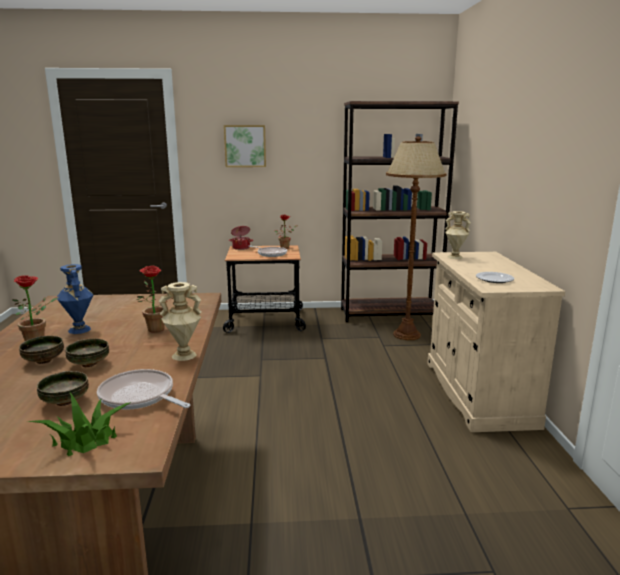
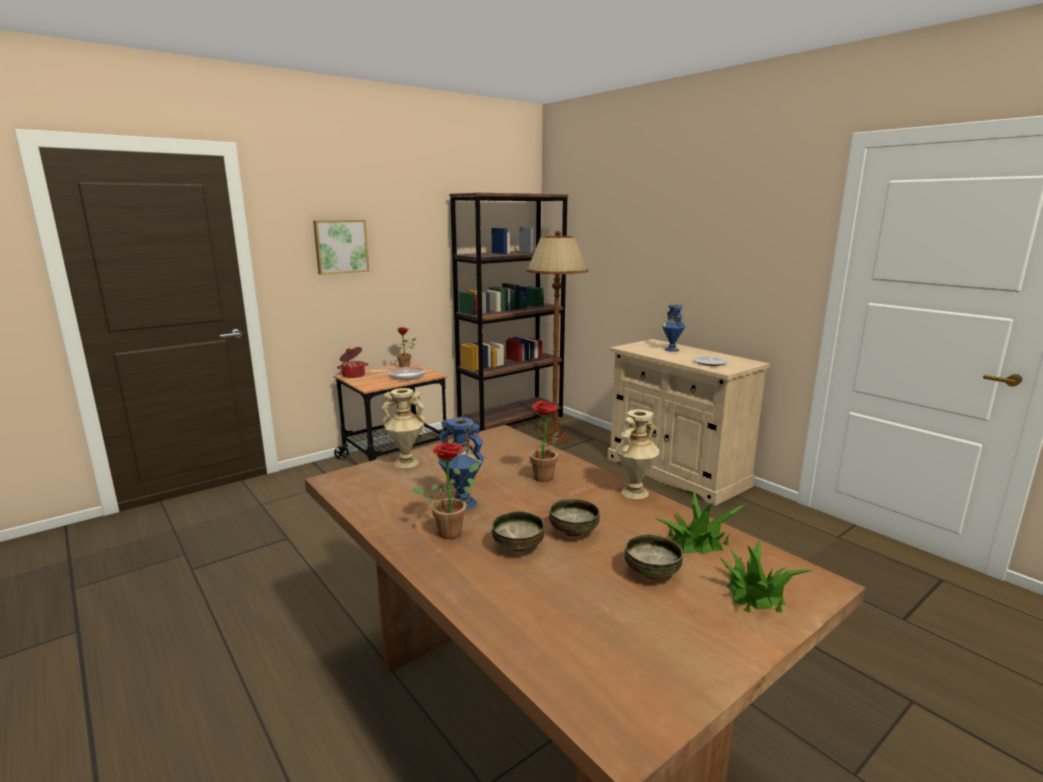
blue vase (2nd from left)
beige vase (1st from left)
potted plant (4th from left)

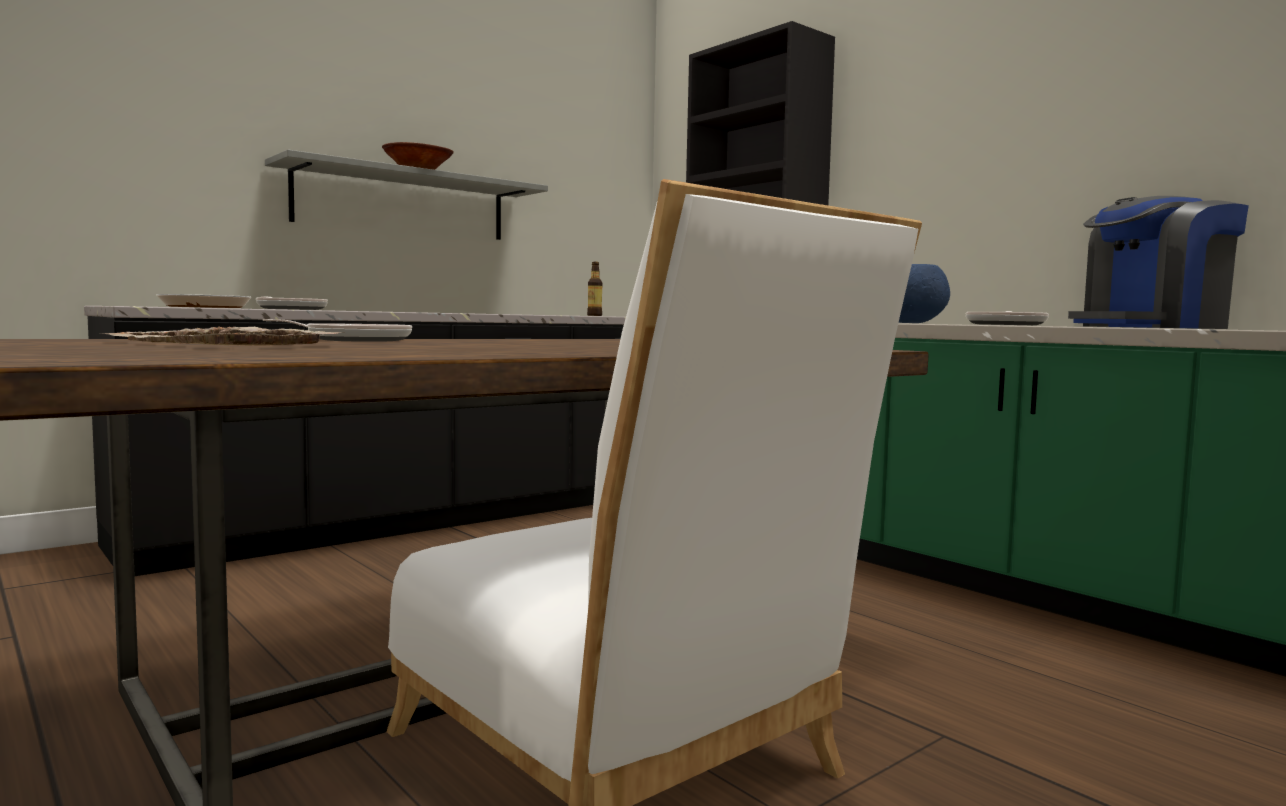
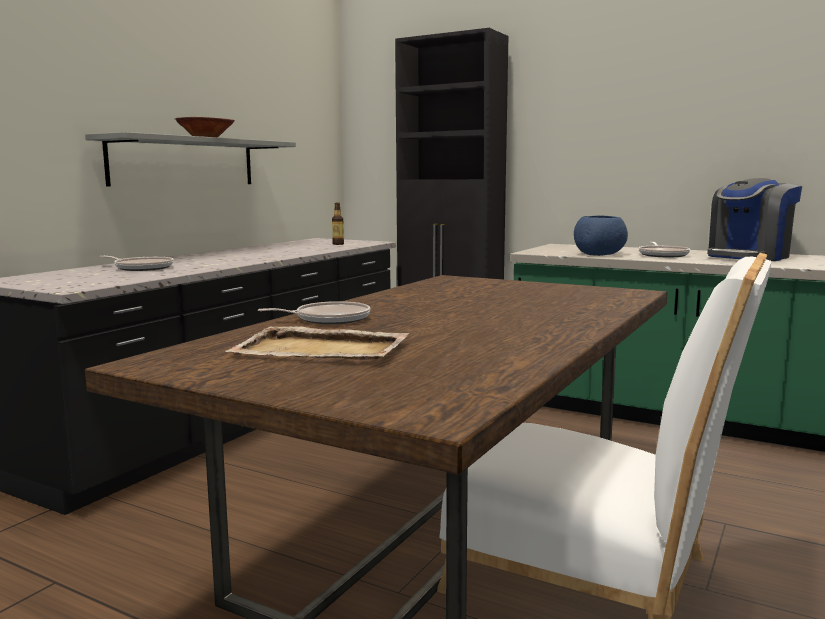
frying pan (1st from left in the first image)

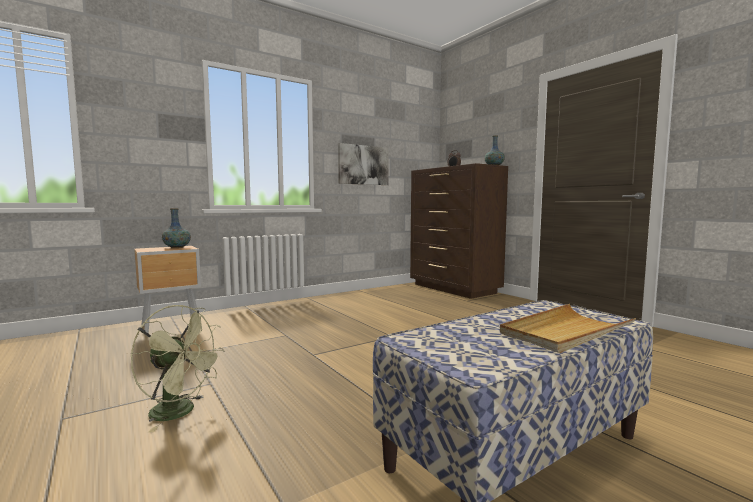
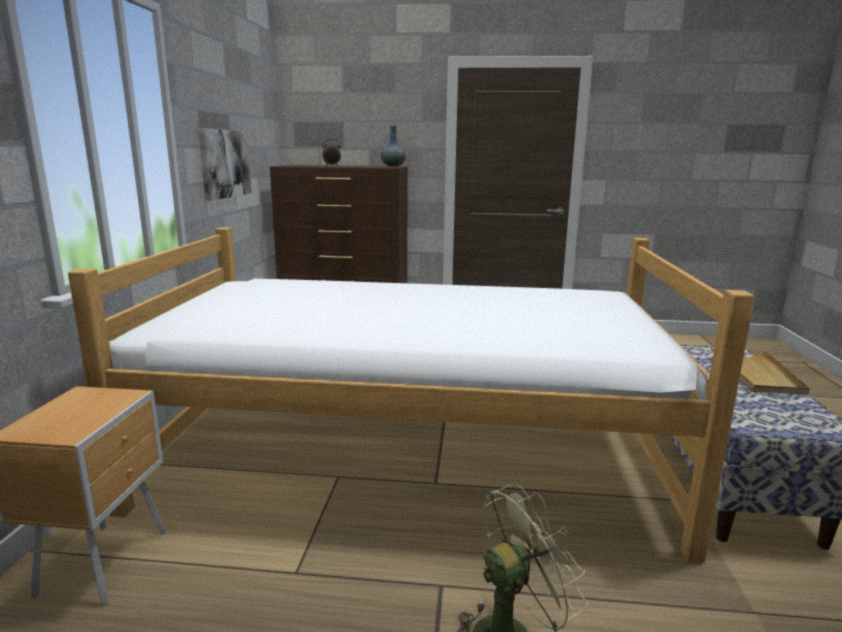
vase (1st from left in the first image)
bed

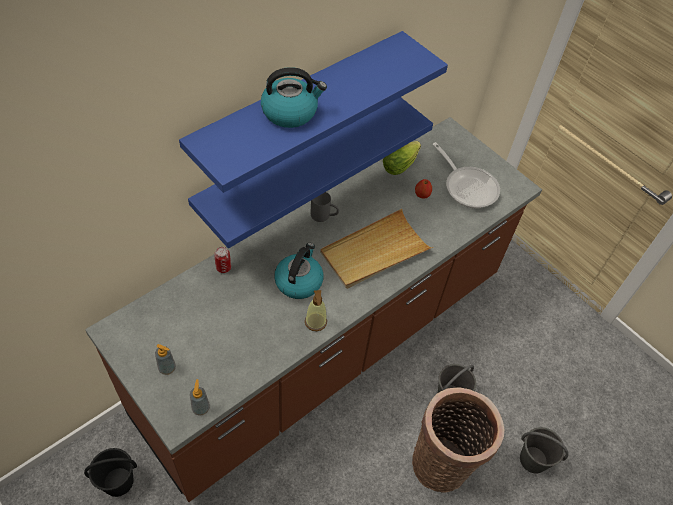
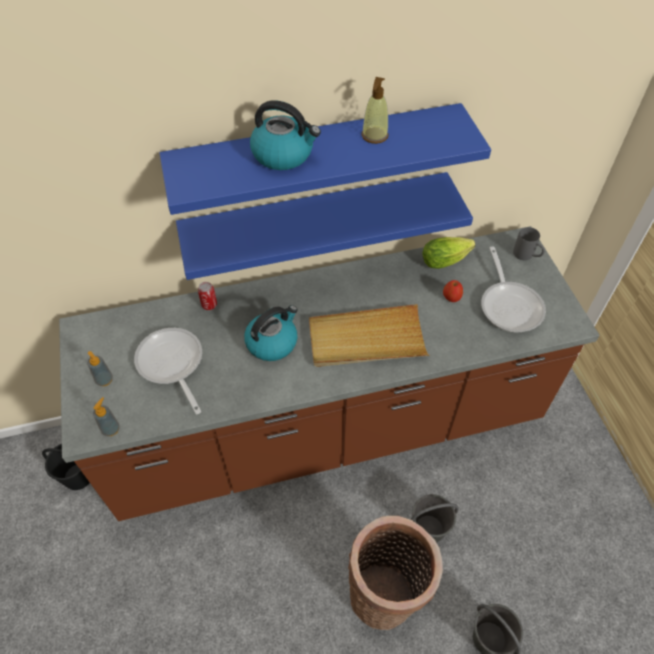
frying pan (1st from left)
soap dispenser (3rd from left)
grey mug

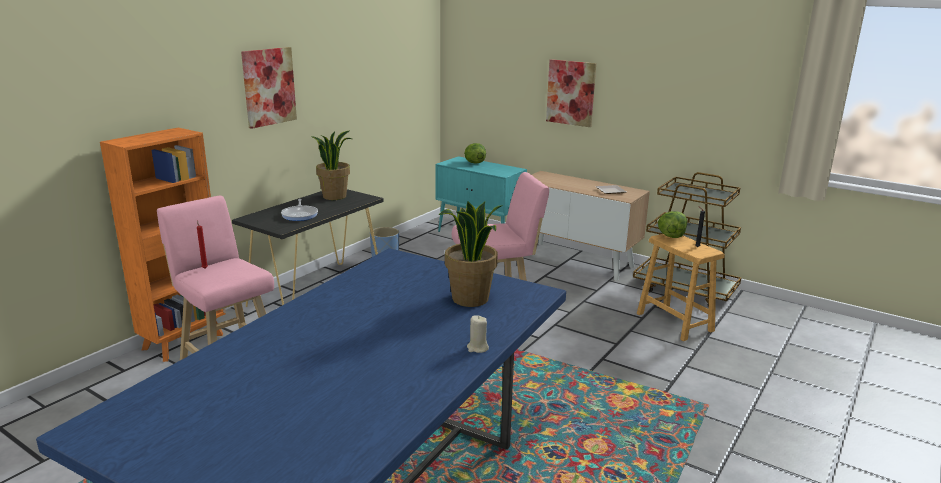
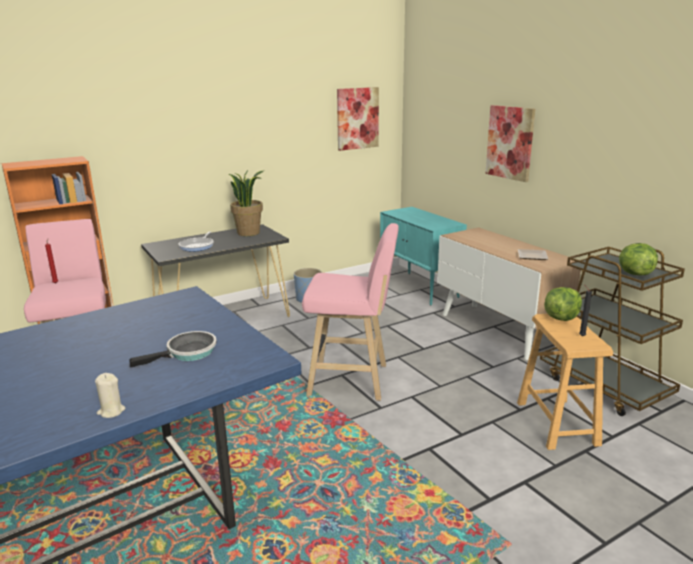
picture (1st from left)
lettuce (2nd from left)
frying pan (1st from left)

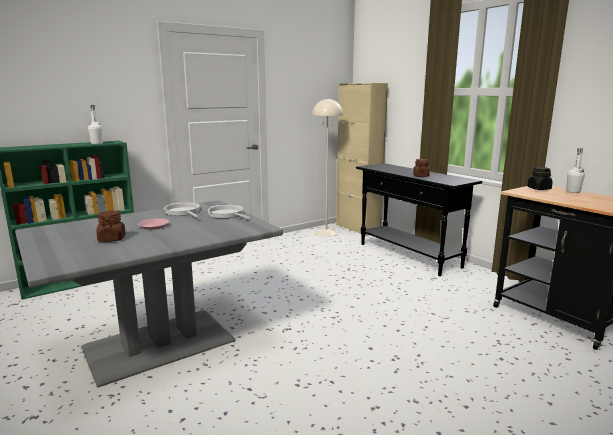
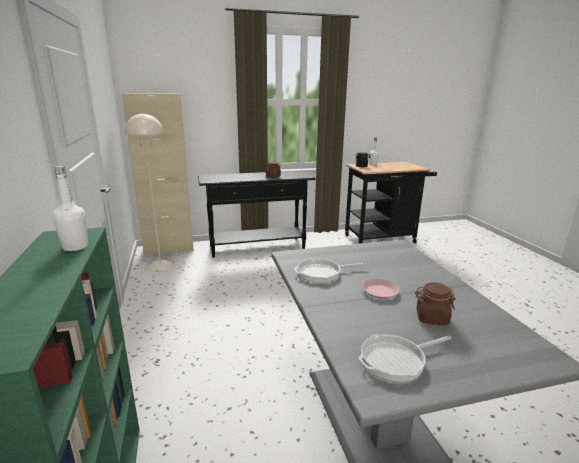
frying pan (2nd from left)

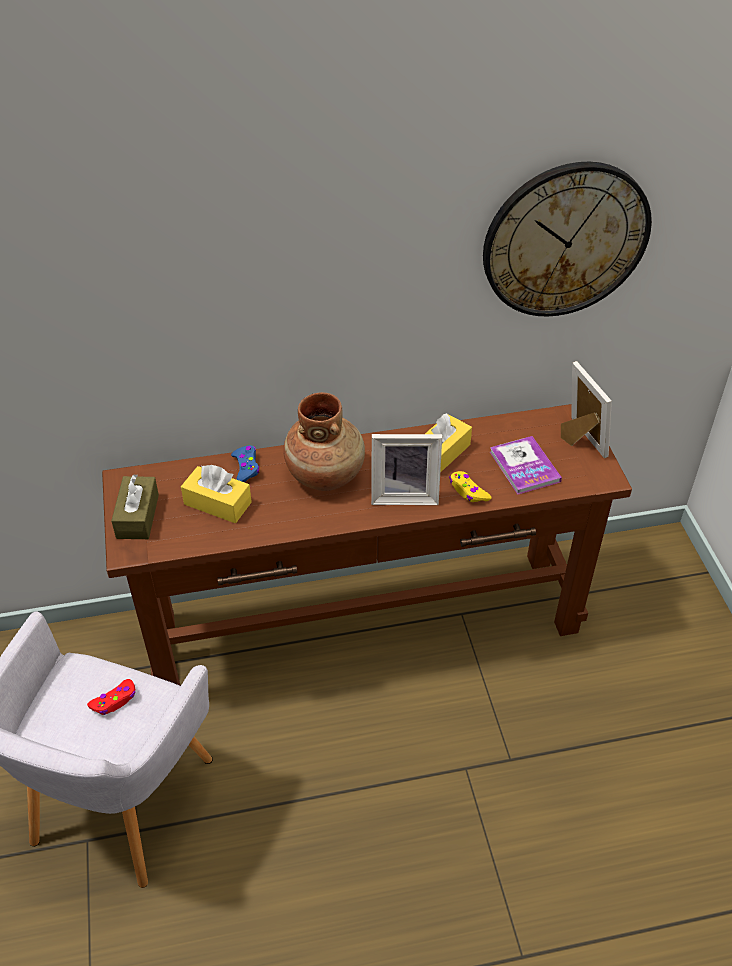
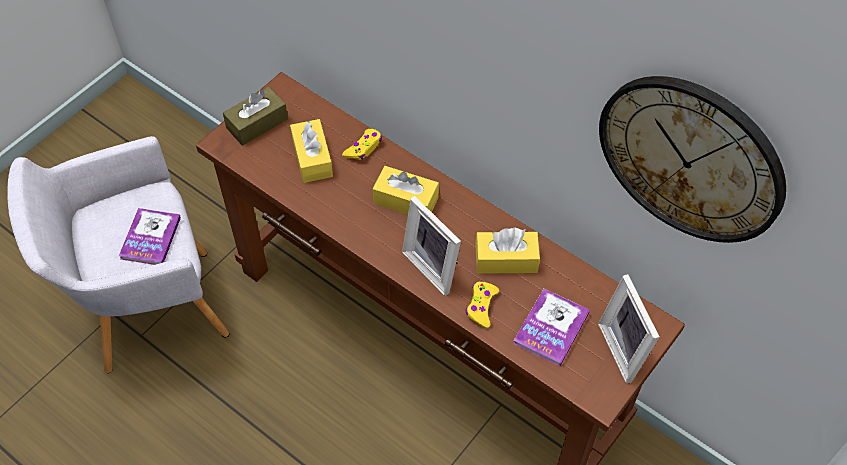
book (1st from left)
yellow tissue box (2nd from left)
yellow game controller (1st from left)
picture frame (2nd from left)

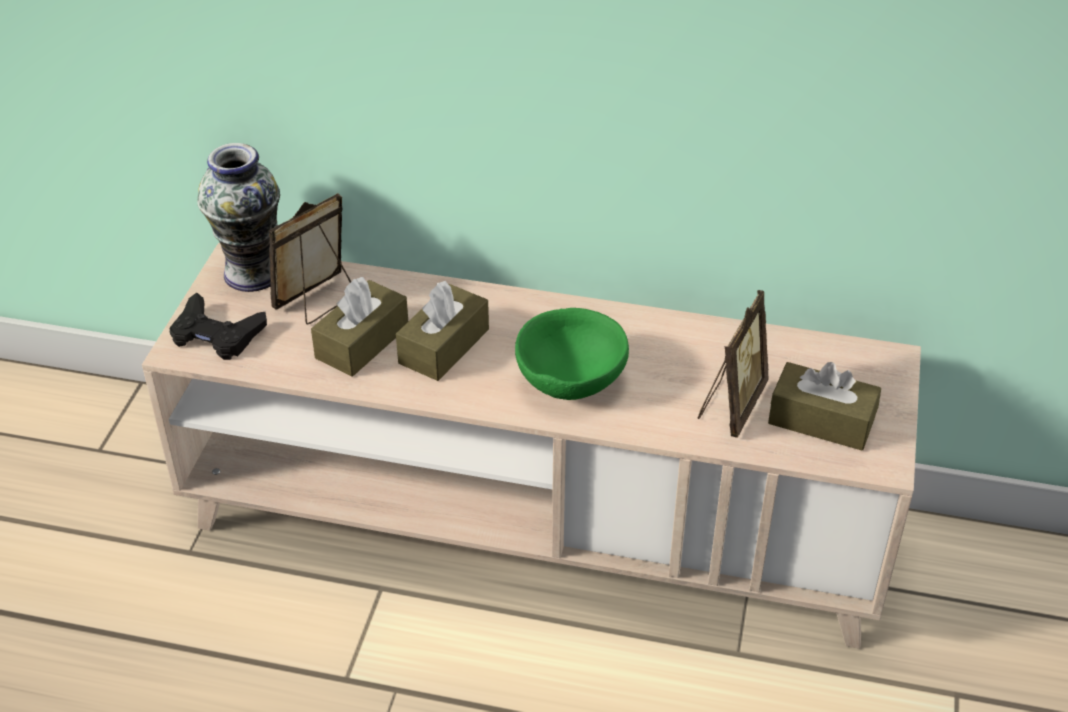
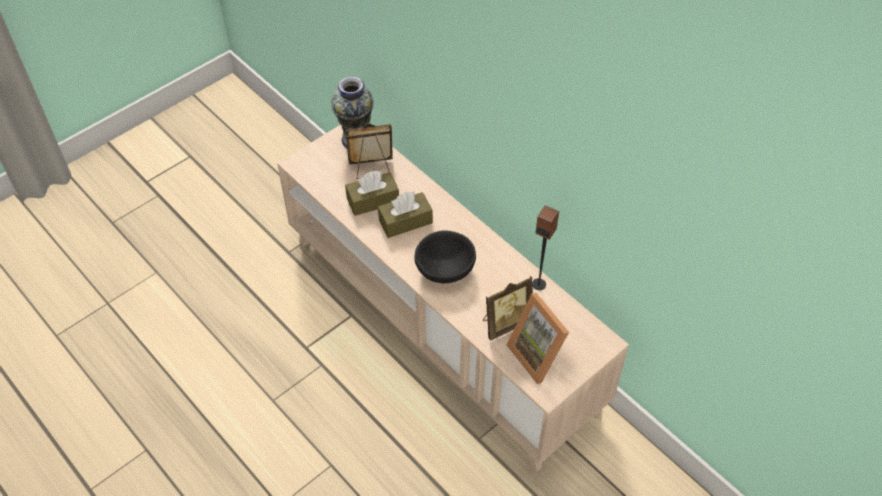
black game controller
speaker
picture frame (3rd from left)
black bowl

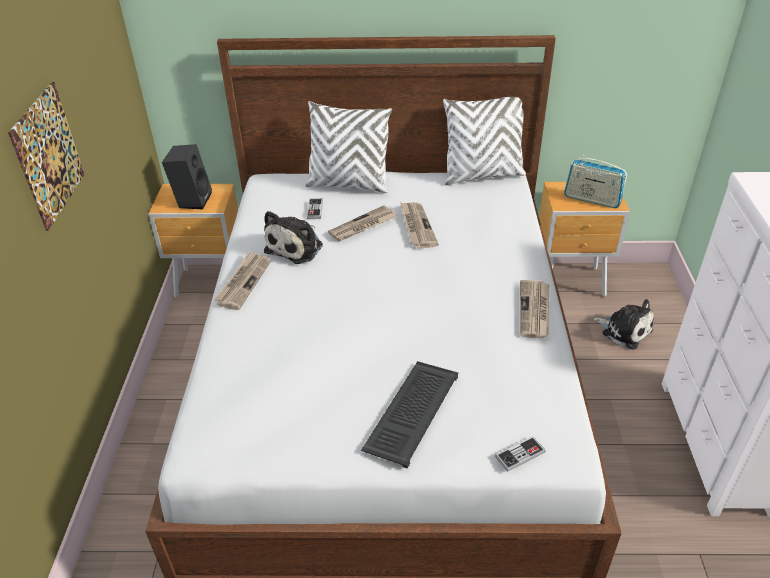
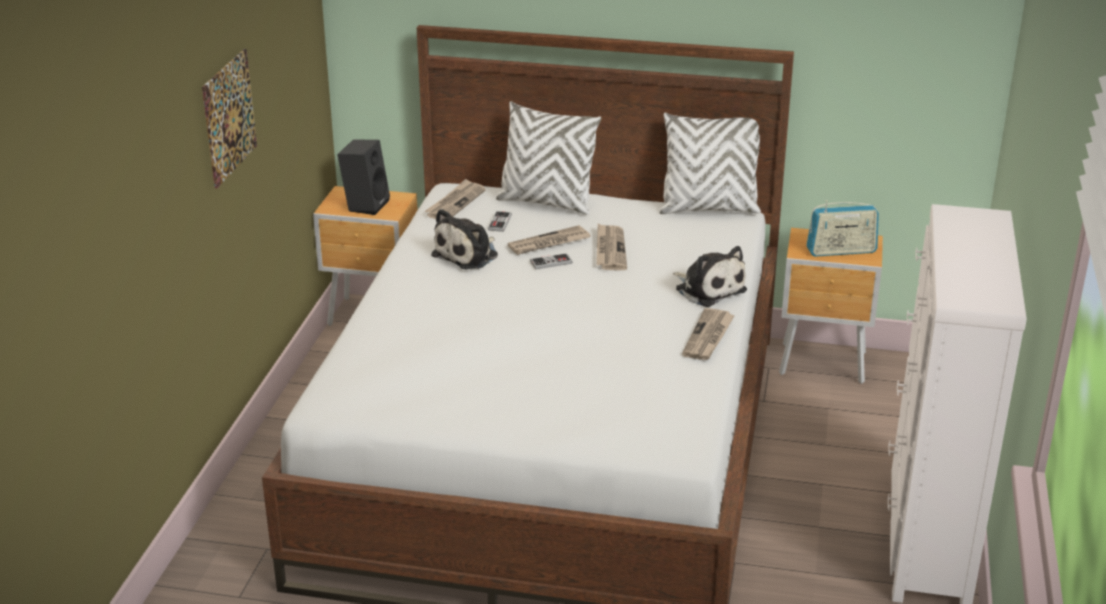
keyboard
newspaper (1st from left)
game controller (2nd from left)
plush toy (2nd from left)
radio

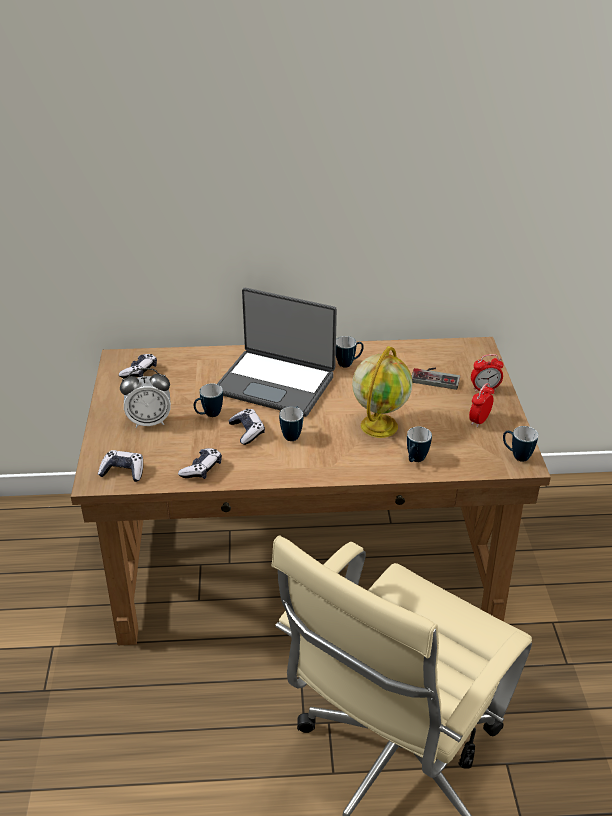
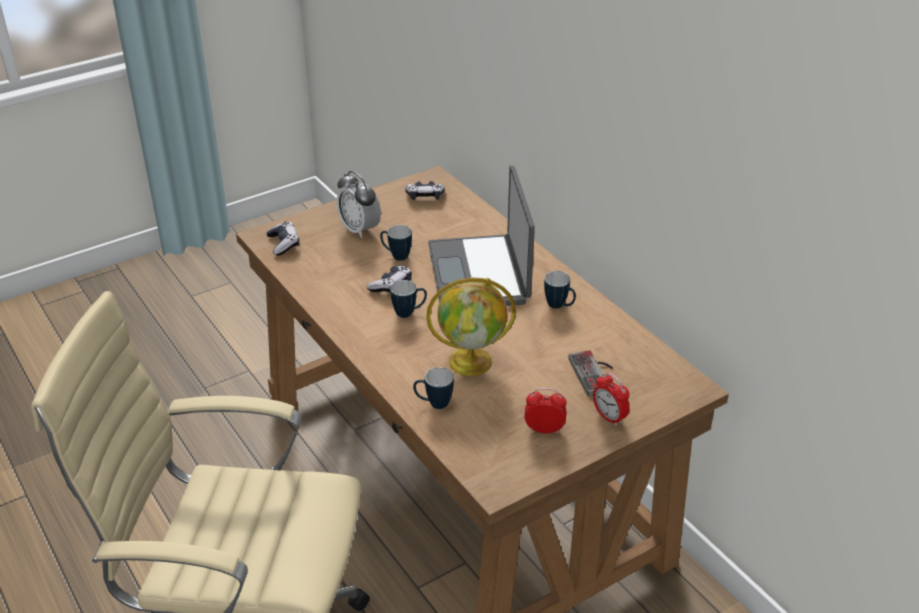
game controller (3rd from left in the first image)
mug (5th from left in the first image)

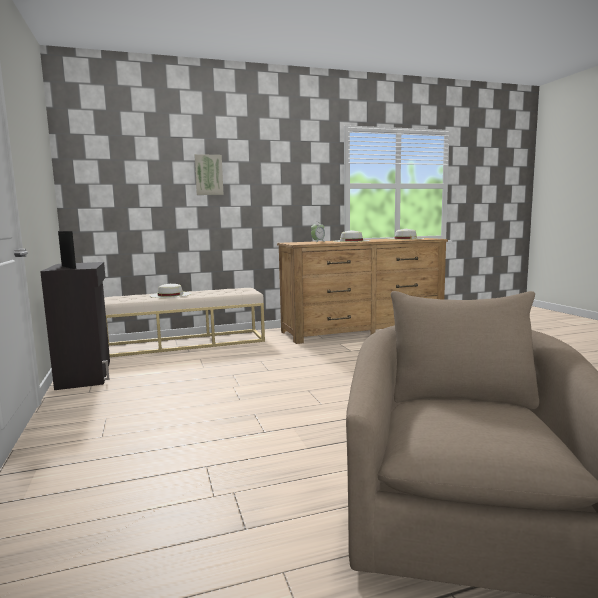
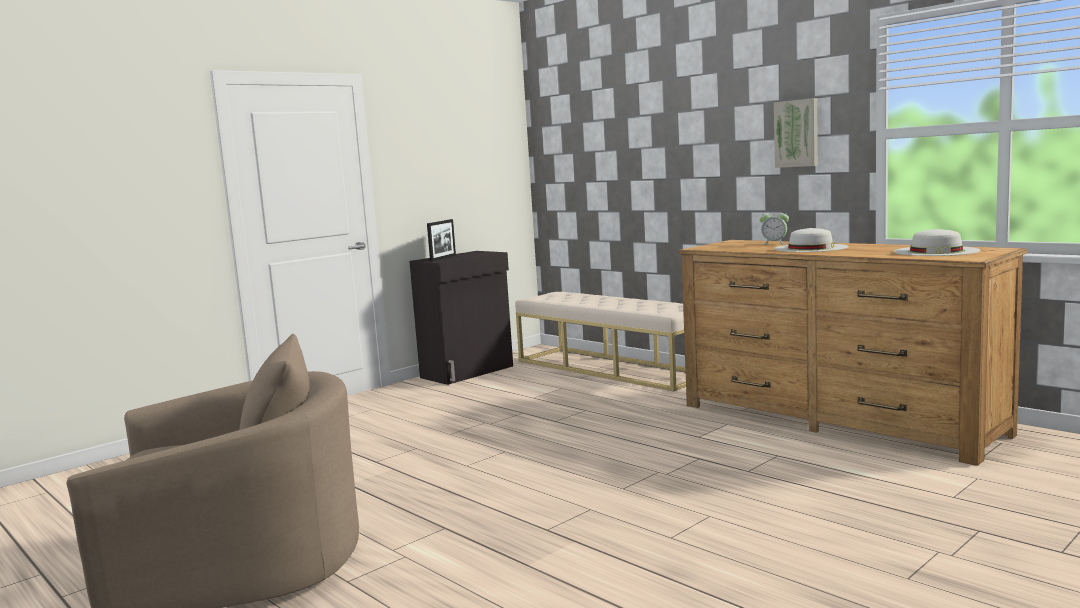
white hat (1st from left in the first image)
picture

